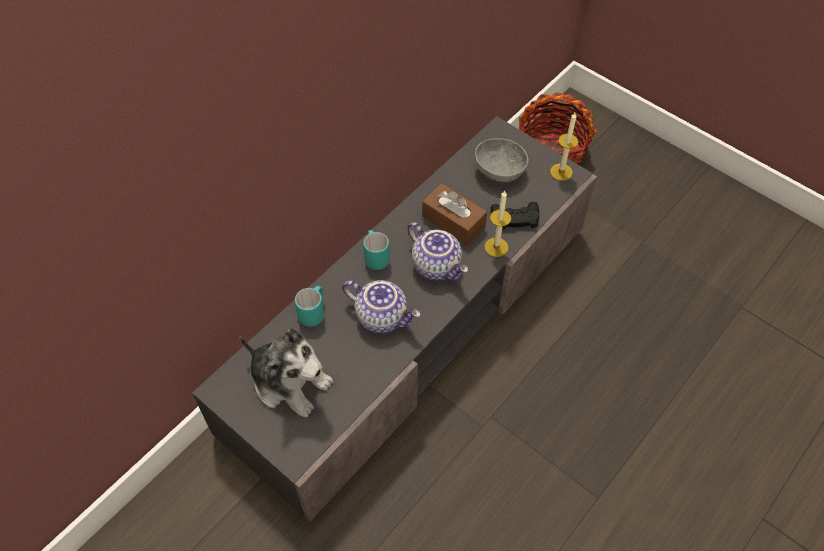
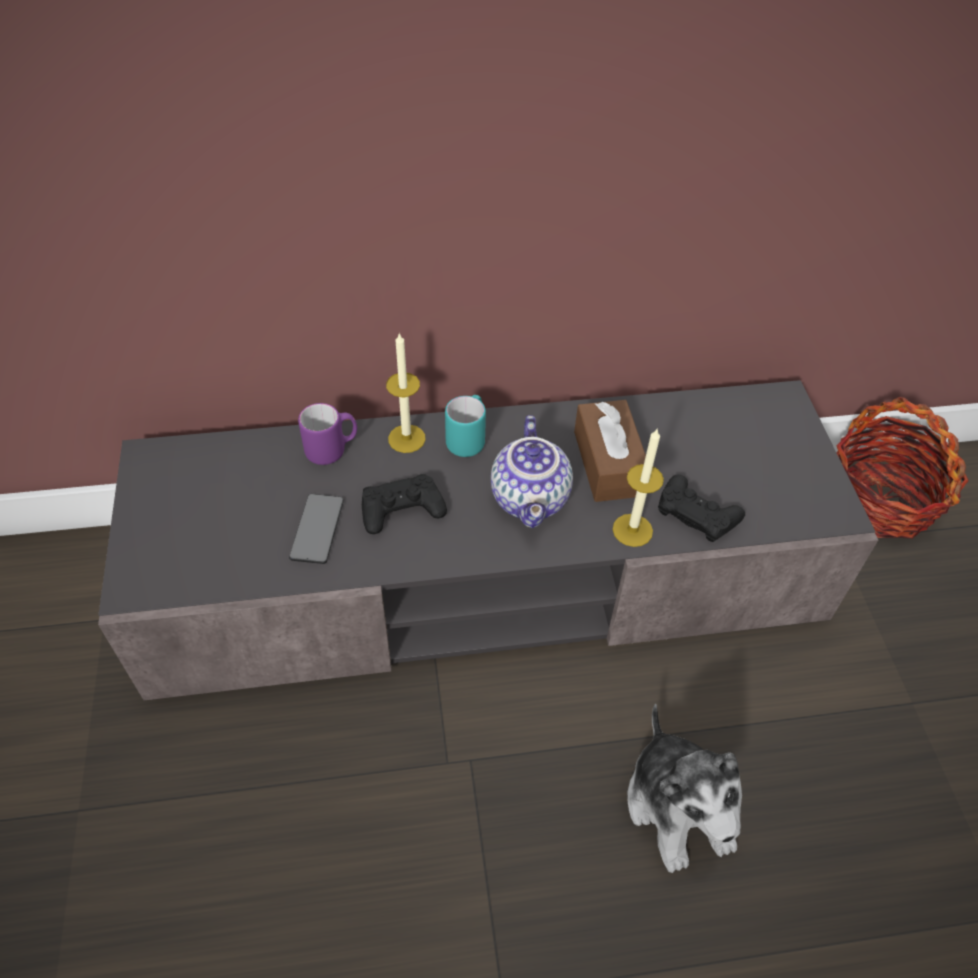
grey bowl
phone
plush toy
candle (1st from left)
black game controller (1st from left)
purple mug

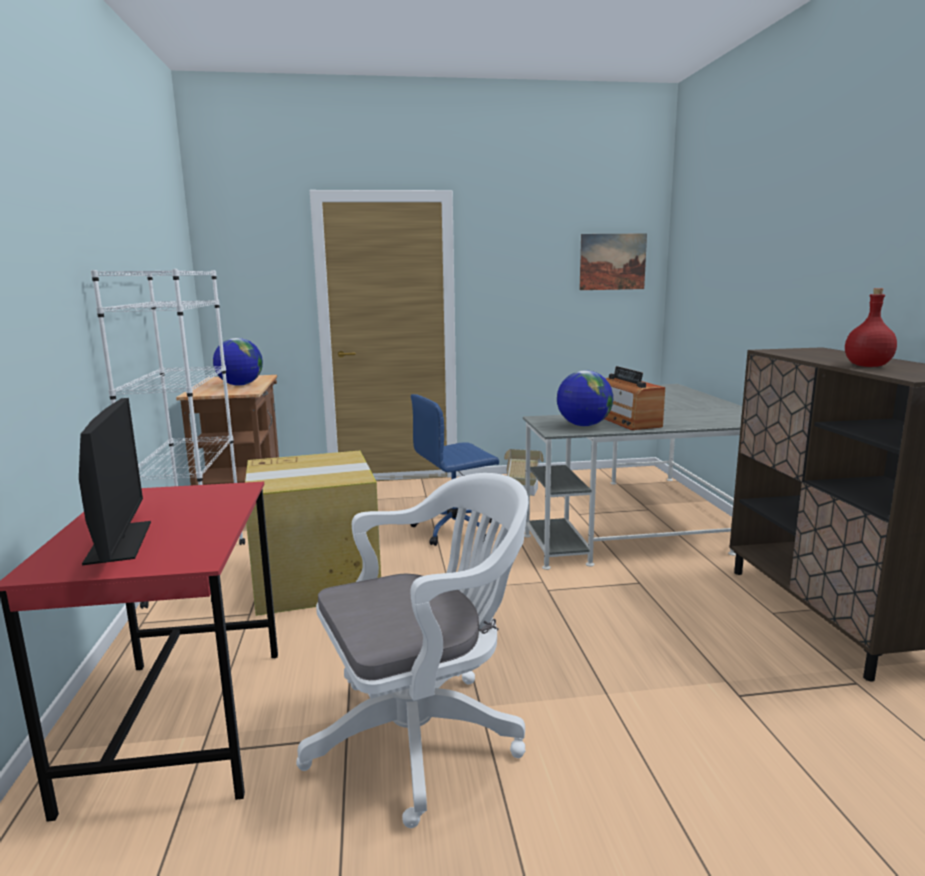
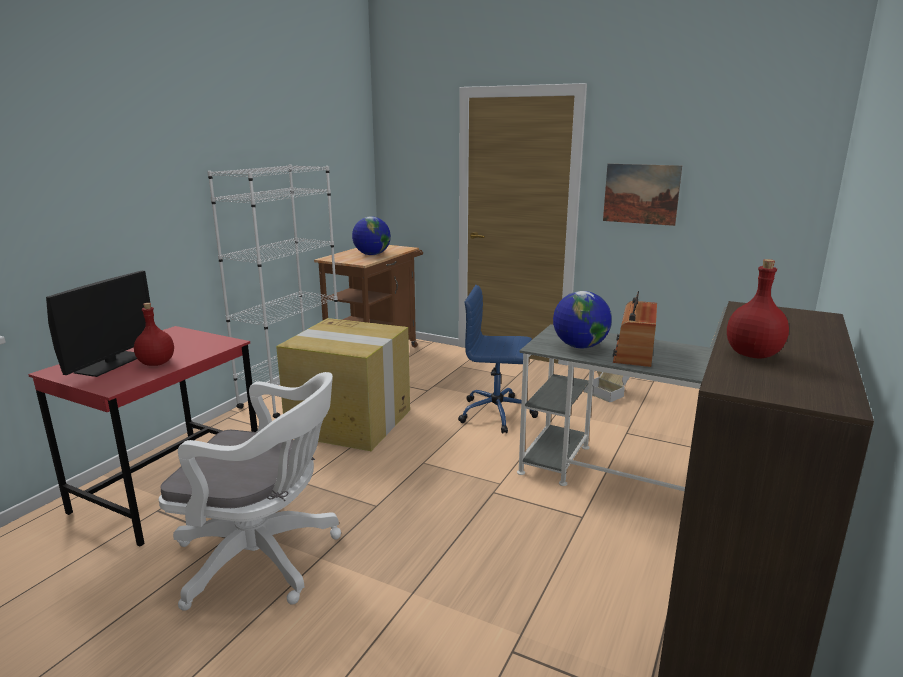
red bottle (1st from left)
picture

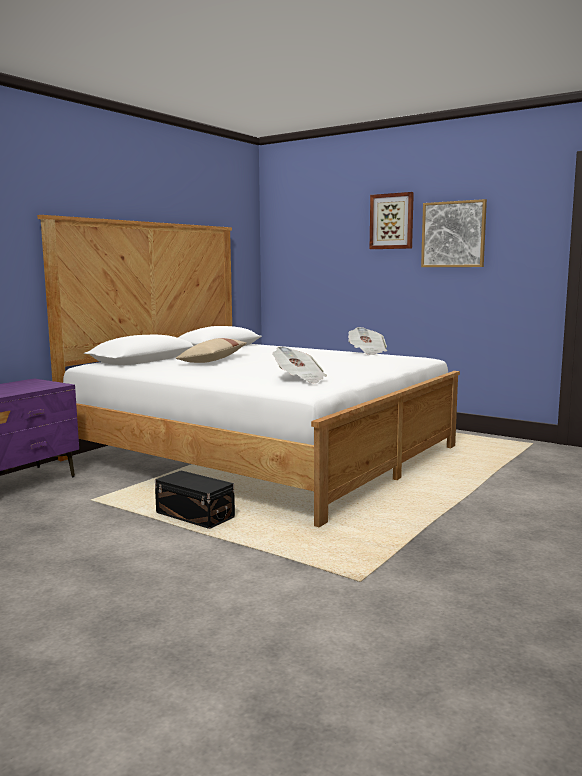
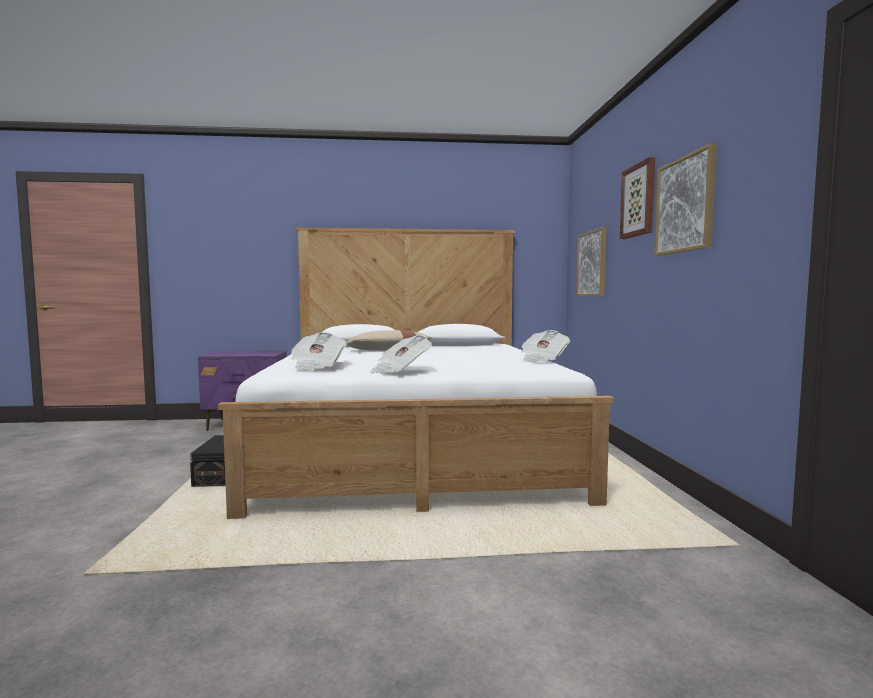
newspaper (2nd from left)
picture (1st from left)

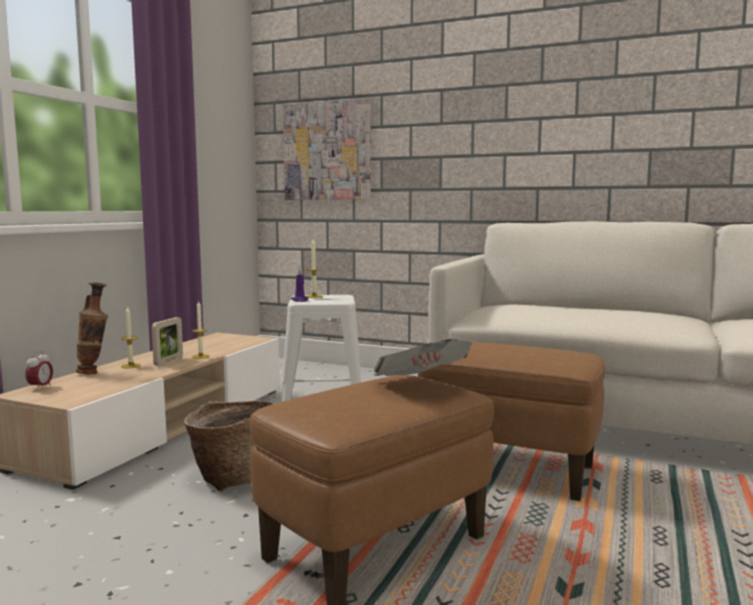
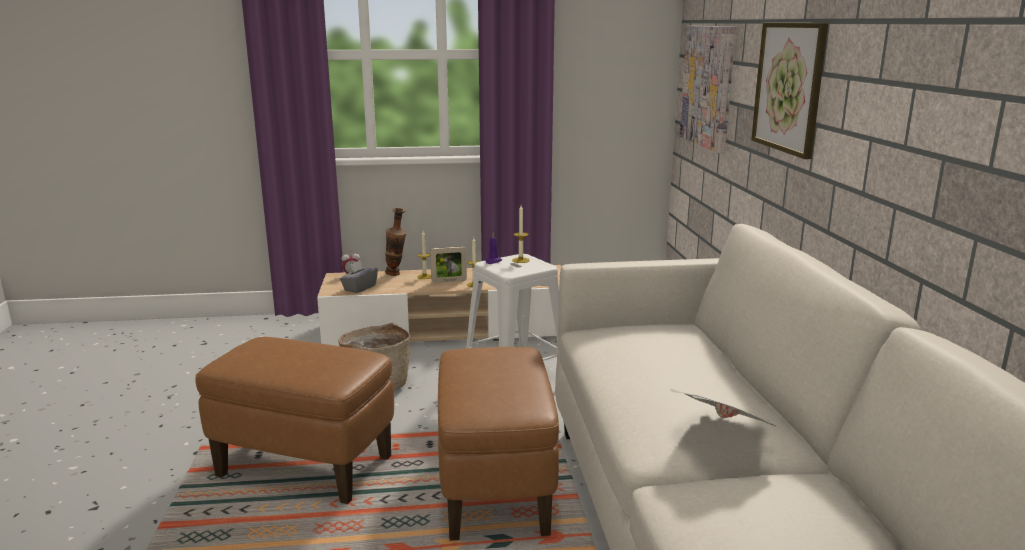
grey tissue box
picture (2nd from left)
newspaper

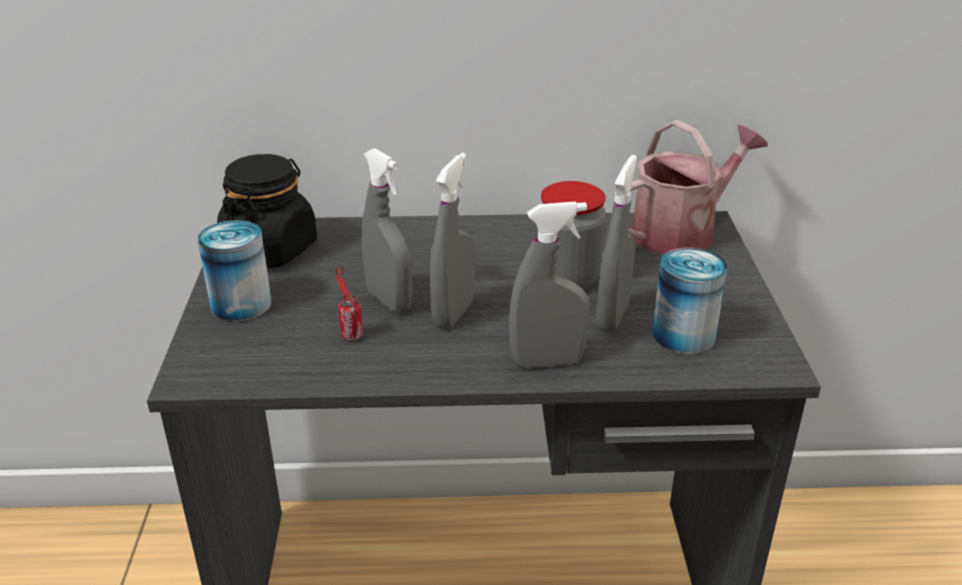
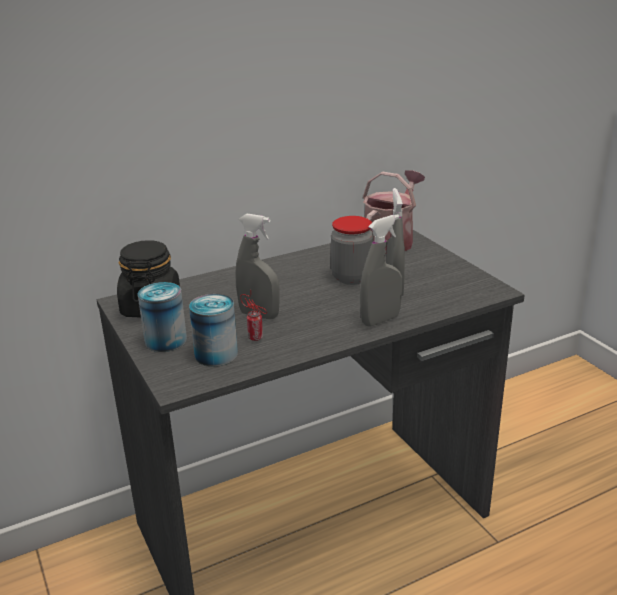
grey spray bottle (2nd from left in the first image)
can (2nd from left)

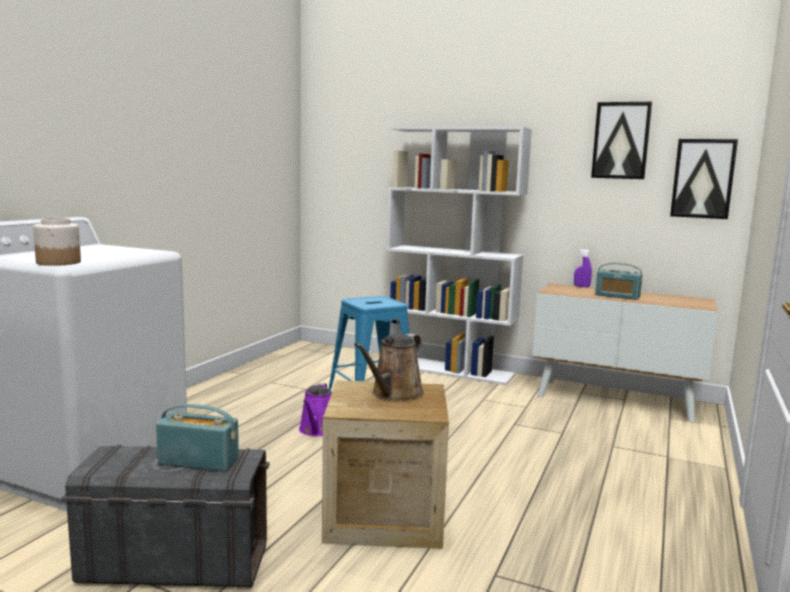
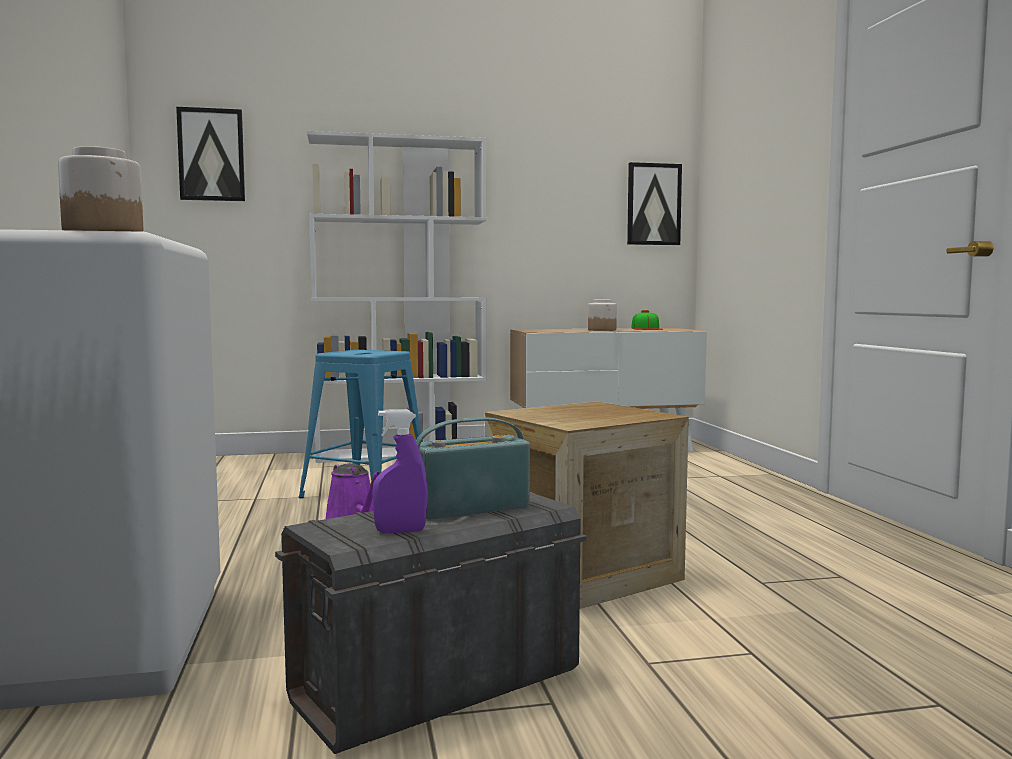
brown watering can
cap
purple spray bottle
picture (1st from left)
jar (2nd from left)

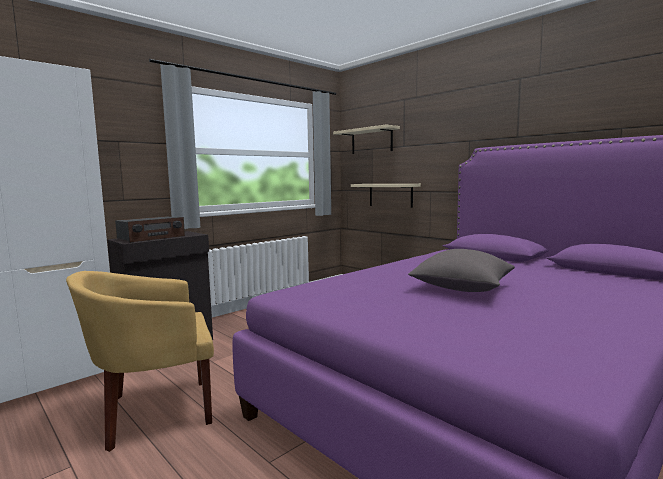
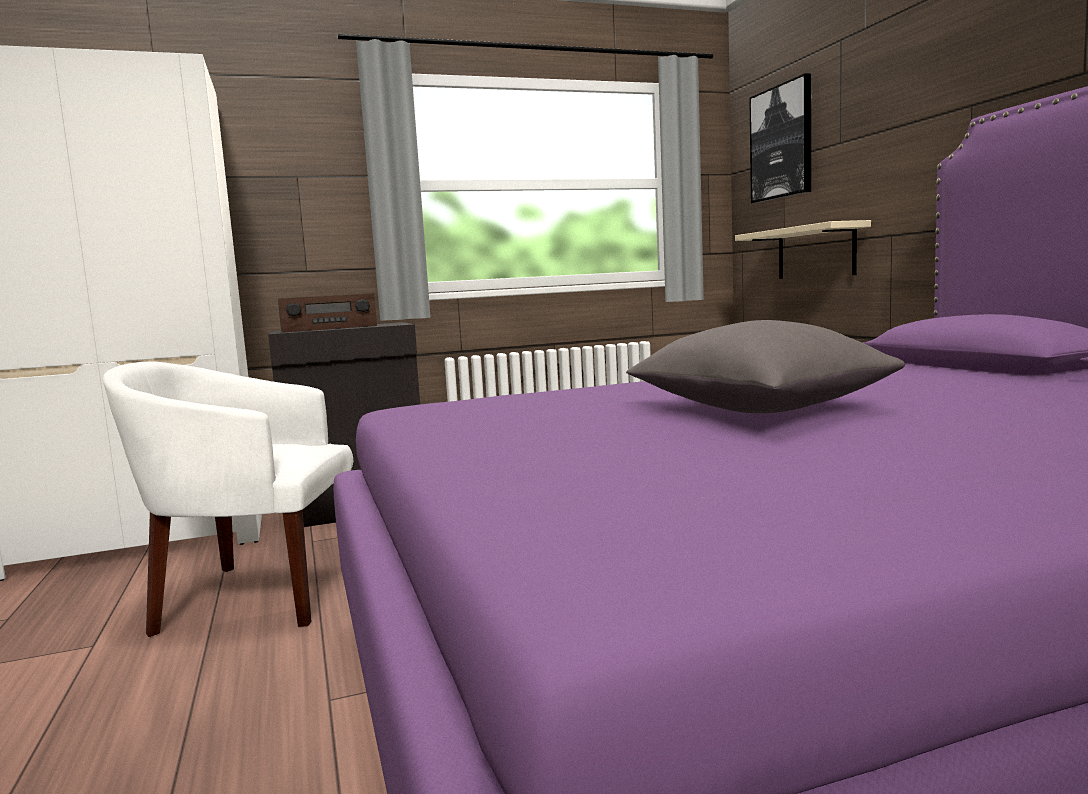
picture
white armchair

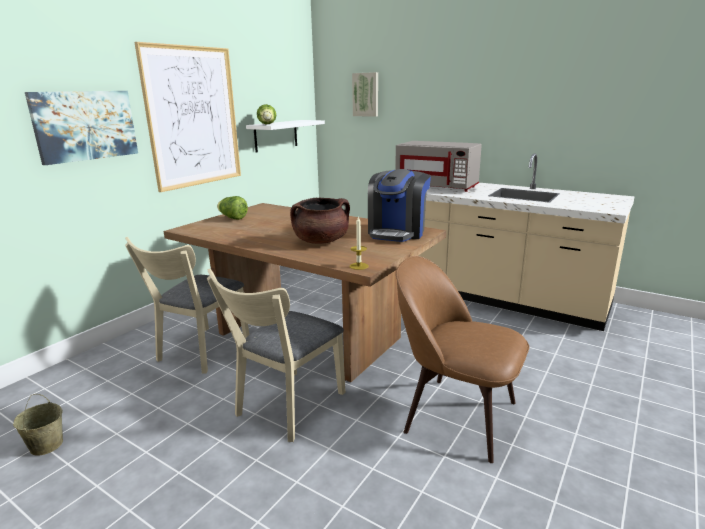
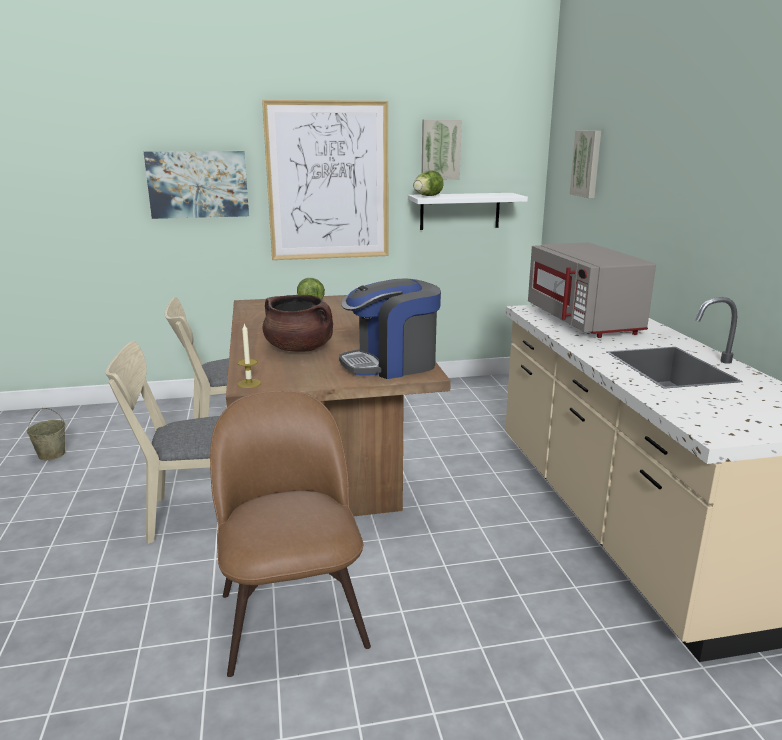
picture (3rd from left)

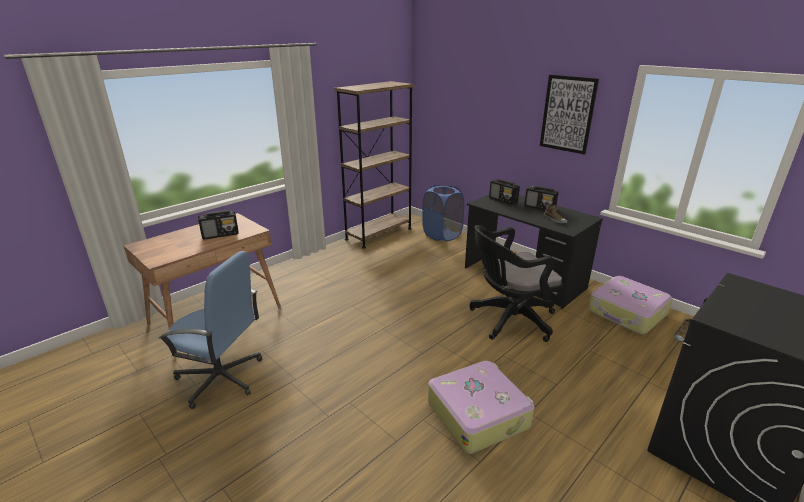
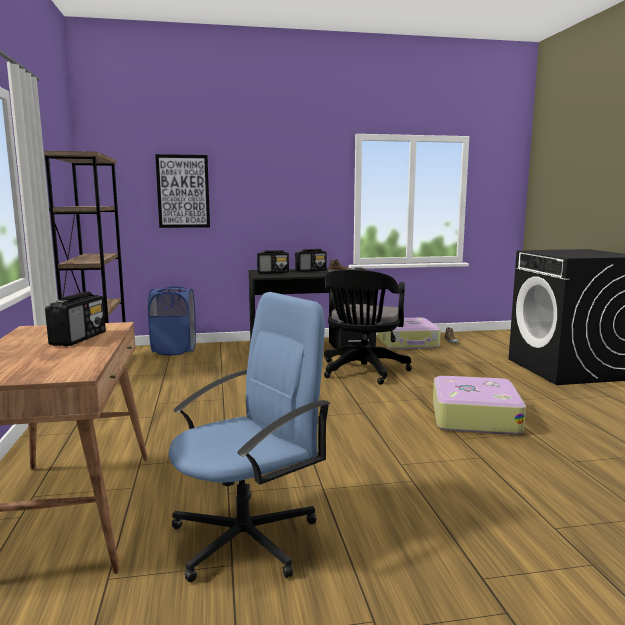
picture

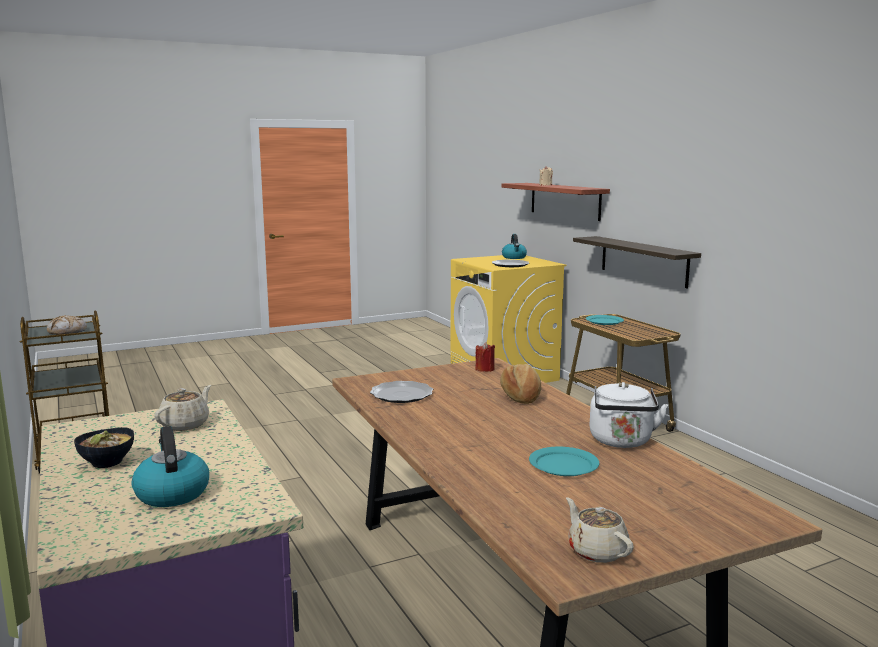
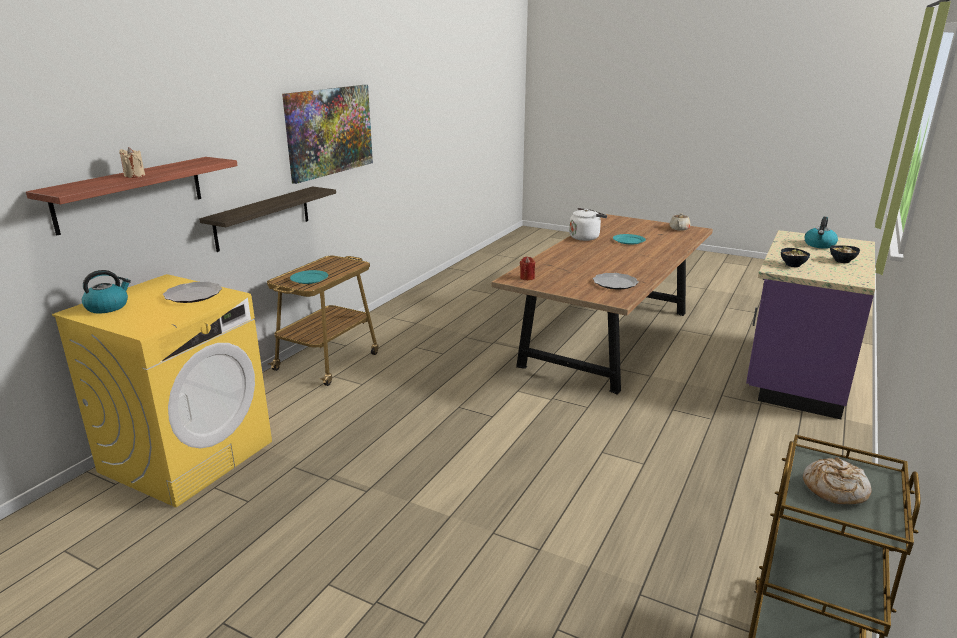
bread (2nd from left in the first image)
picture
bowl (1st from left)

